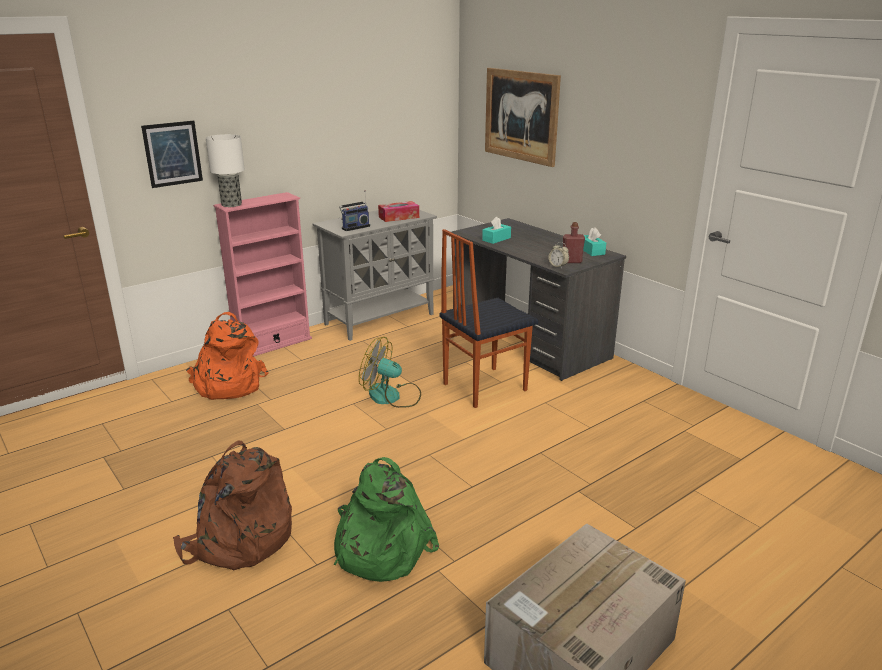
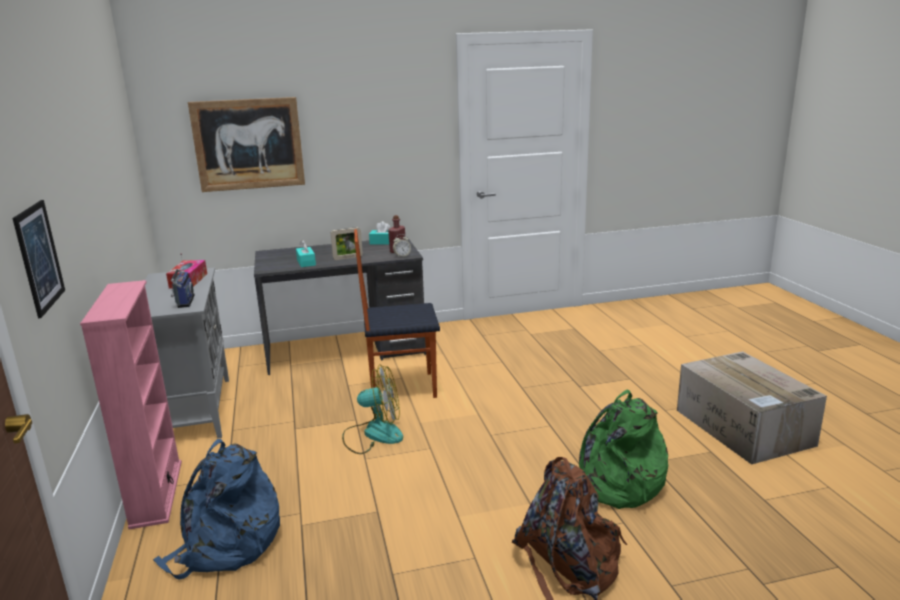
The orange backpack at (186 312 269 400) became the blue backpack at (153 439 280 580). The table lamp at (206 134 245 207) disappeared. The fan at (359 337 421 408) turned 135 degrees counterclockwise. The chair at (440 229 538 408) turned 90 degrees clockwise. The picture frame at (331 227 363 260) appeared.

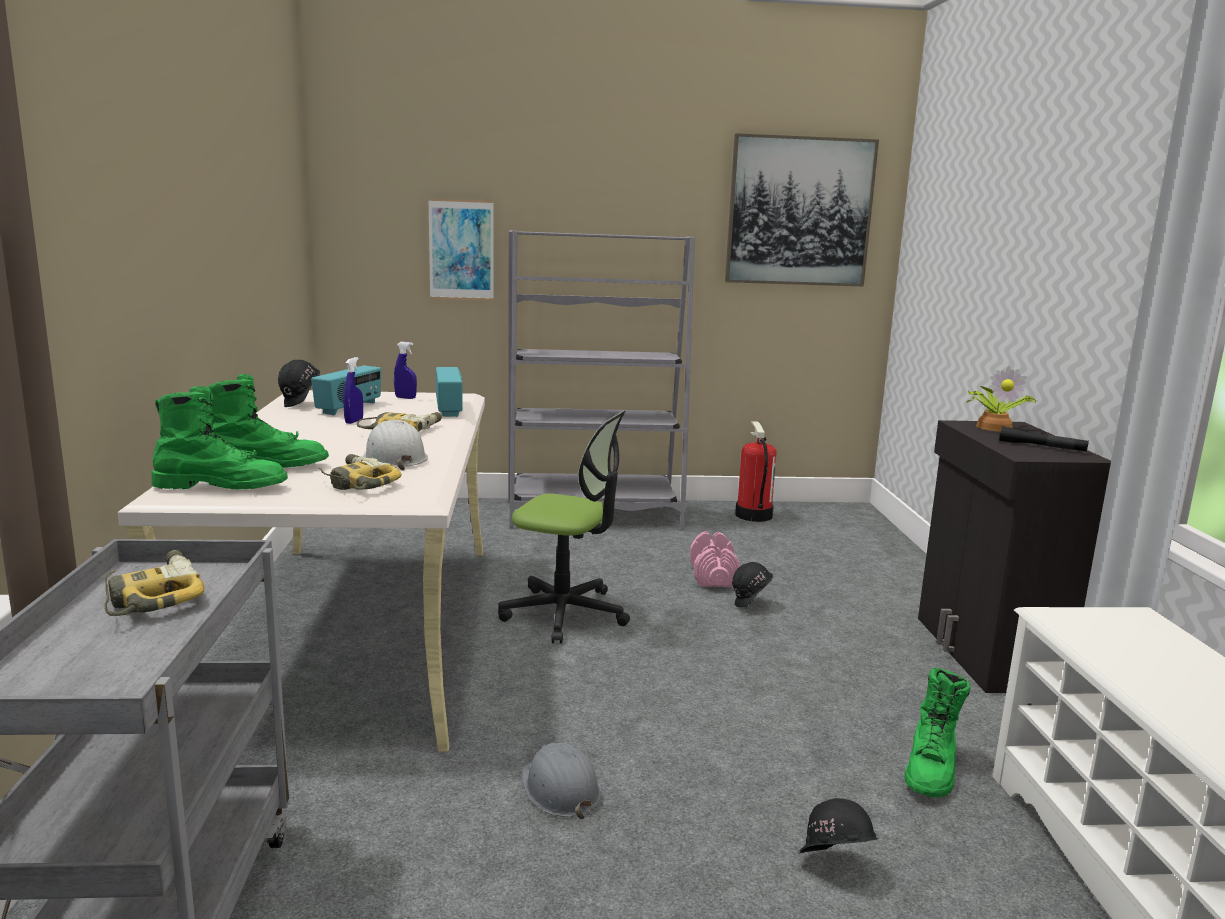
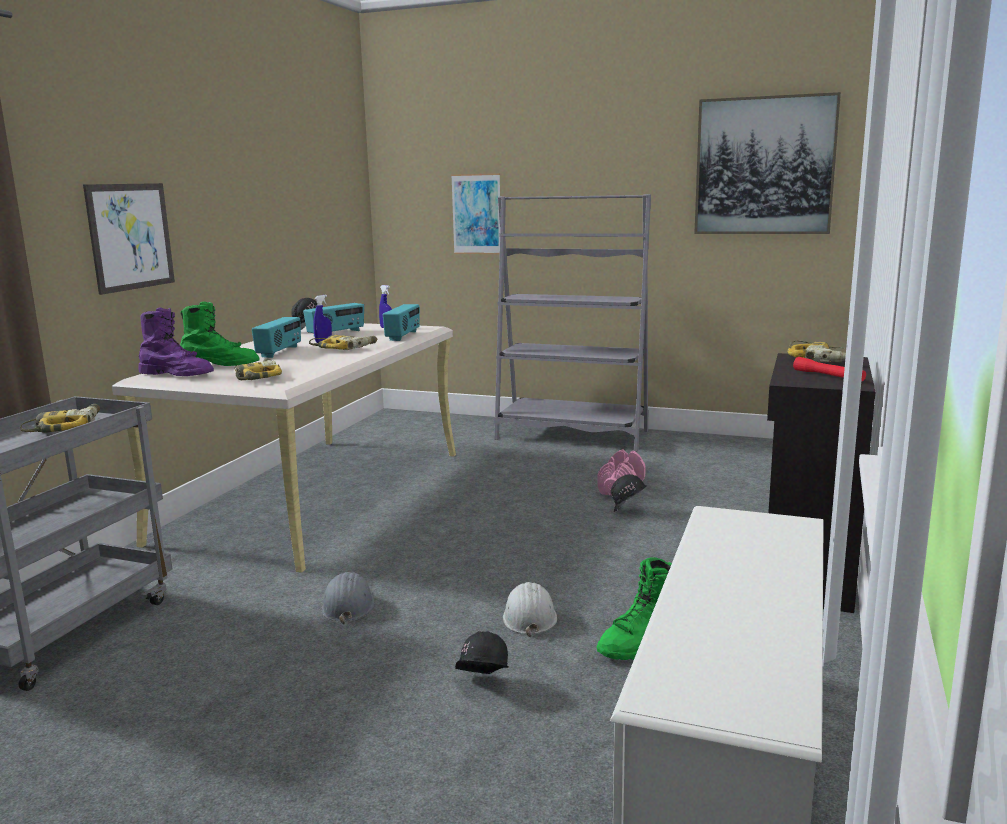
The green boot at (152 386 288 490) became the purple boot at (139 308 214 376). The white hard hat moved from (363 419 428 470) to (503 582 557 637). The office chair at (498 411 630 644) disappeared. The fire extinguisher at (735 421 777 522) disappeared. The potted plant at (967 366 1036 432) was replaced by the power drill at (787 340 846 362). The black flashlight at (999 426 1089 452) became the red flashlight at (793 357 866 381). The picture at (83 183 175 295) appeared. The radio at (252 317 301 358) appeared.

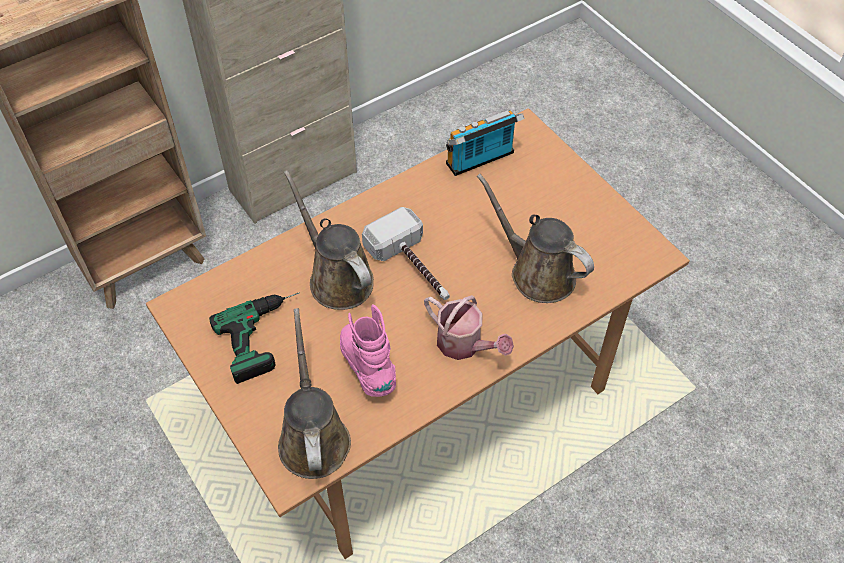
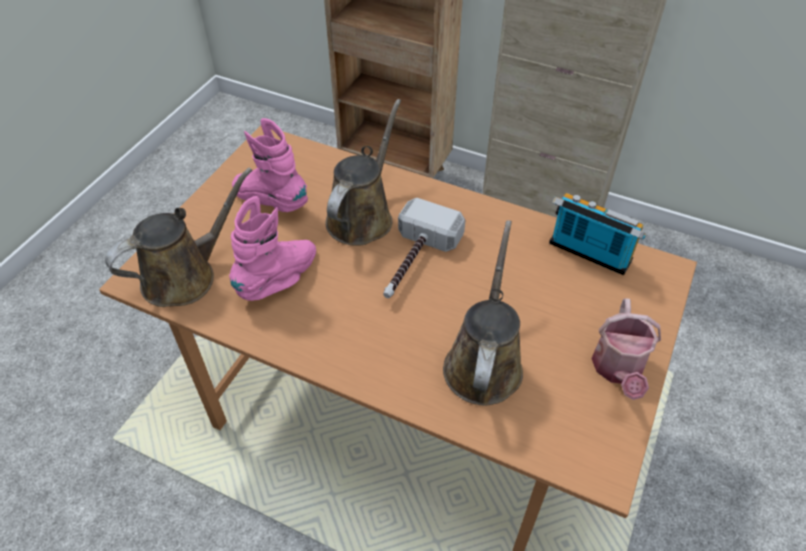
The power drill at (209 292 300 384) was replaced by the pink boot at (232 118 308 212). The watering can moved from (424 295 514 360) to (591 298 661 400).

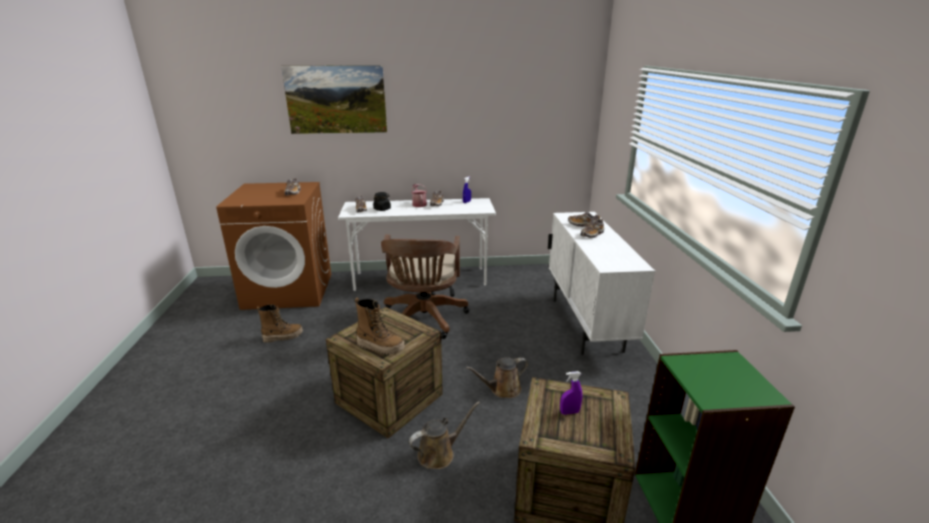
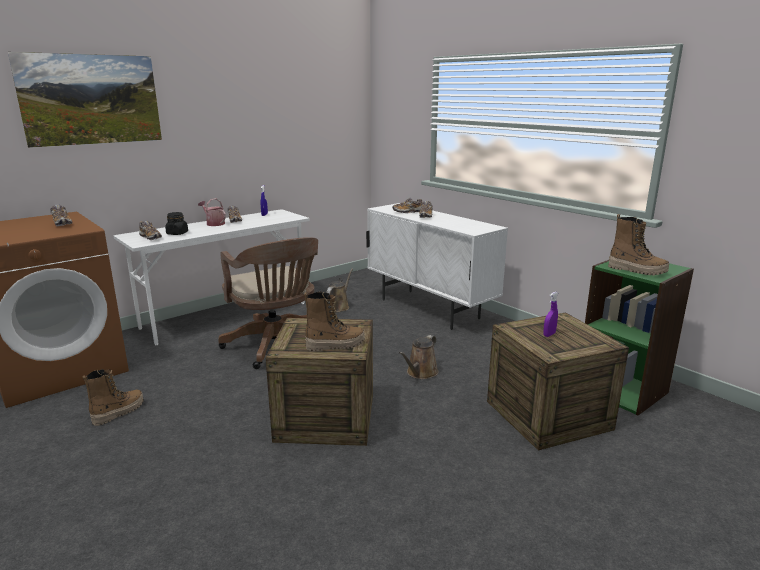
The brown watering can moved from (409 401 480 469) to (326 268 353 312). The boot at (608 214 669 275) appeared.

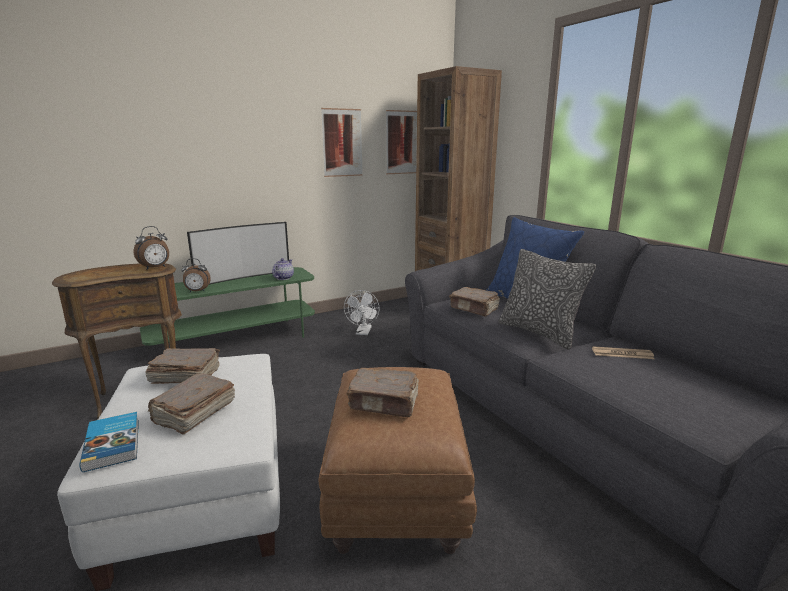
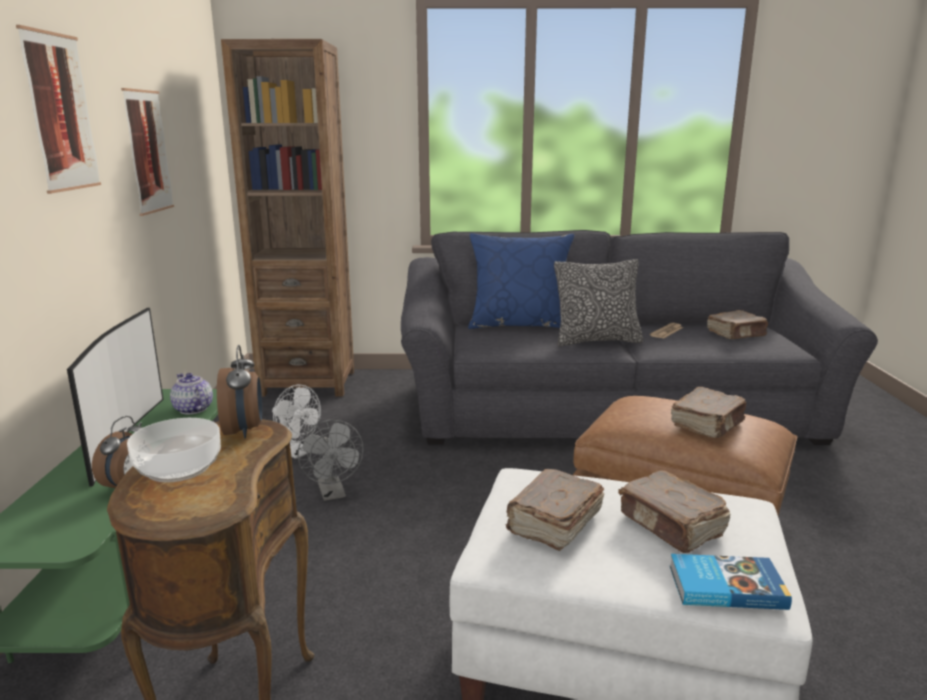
The picture moved from (386 110 417 174) to (16 25 101 194). The brown book moved from (449 287 500 317) to (707 310 768 339). The bowl at (127 418 221 482) appeared. The grey fan at (298 420 364 501) appeared.

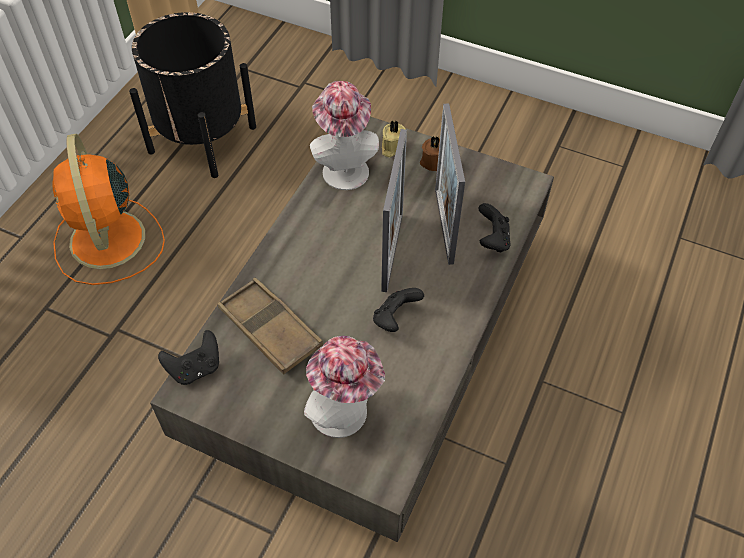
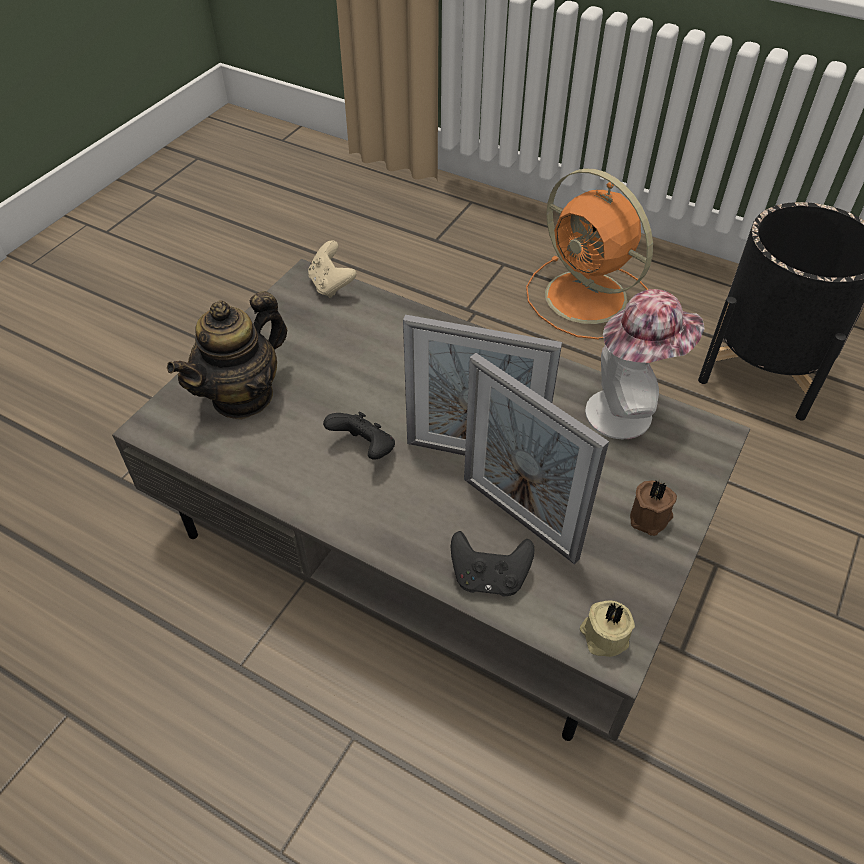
The orange fan at (52 134 165 285) turned 120 degrees counterclockwise. The black game controller at (158 330 219 385) became the beige game controller at (308 240 357 298). The brown tray at (218 278 323 374) disappeared. The hat at (304 336 385 438) was replaced by the teapot at (167 291 287 420). The beige candle moved from (382 120 406 157) to (580 600 635 657). The picture frame at (435 103 465 265) turned 135 degrees counterclockwise.

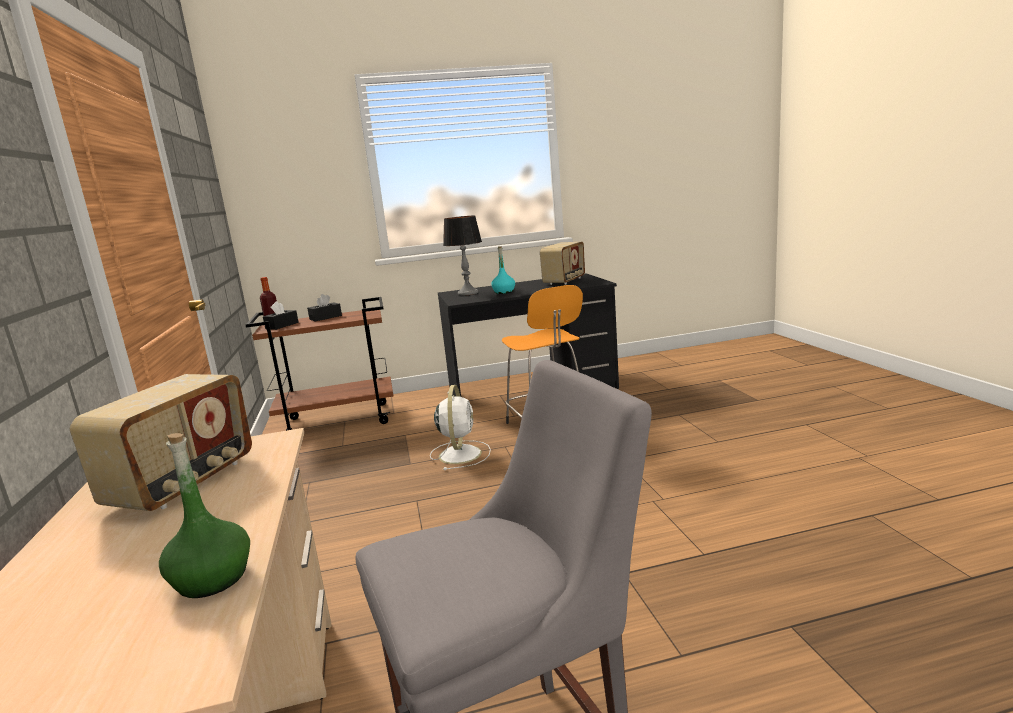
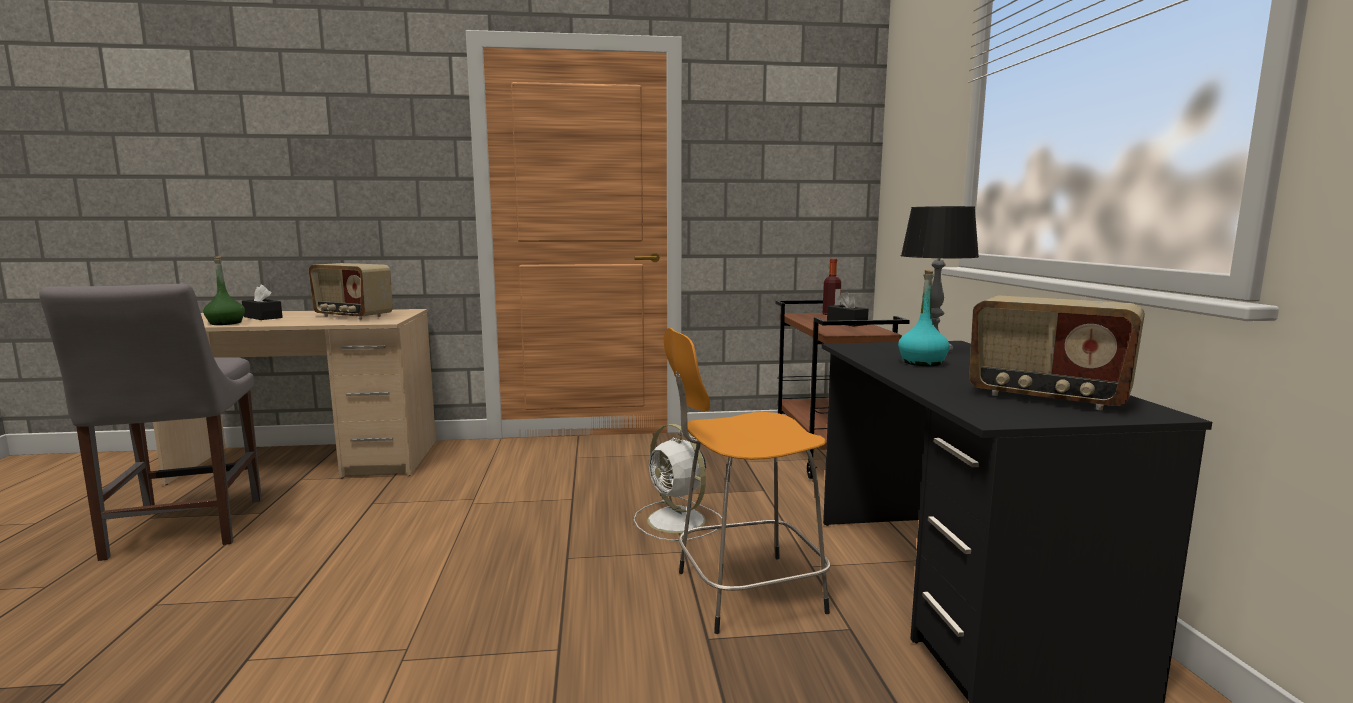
The black tissue box moved from (263 301 299 330) to (242 285 283 320). The white fan at (430 385 491 470) turned 45 degrees clockwise.

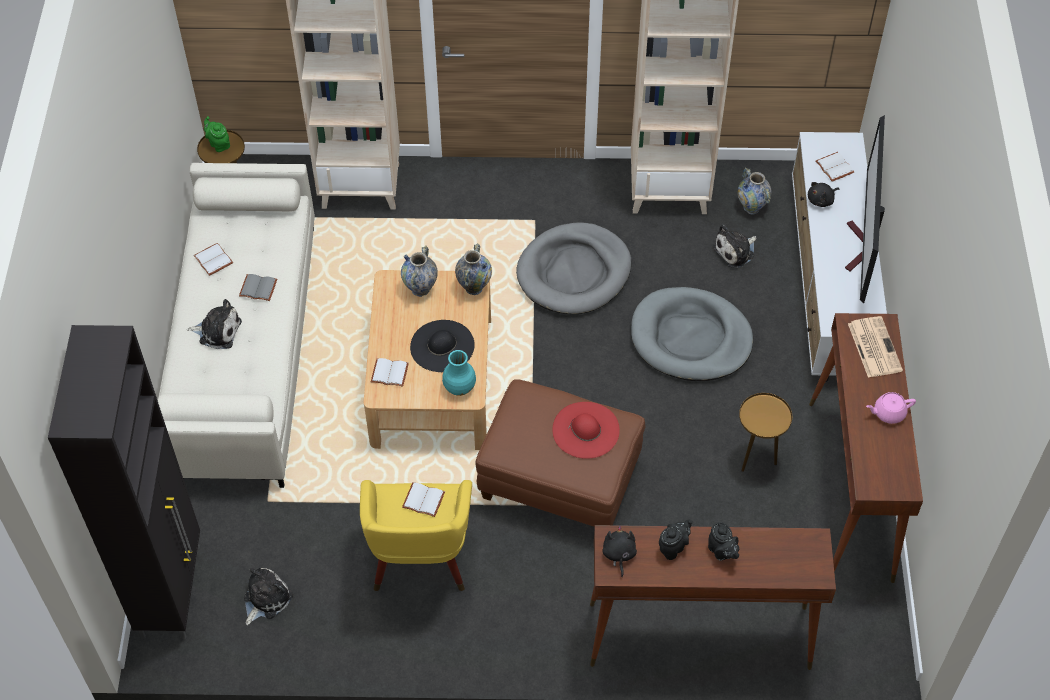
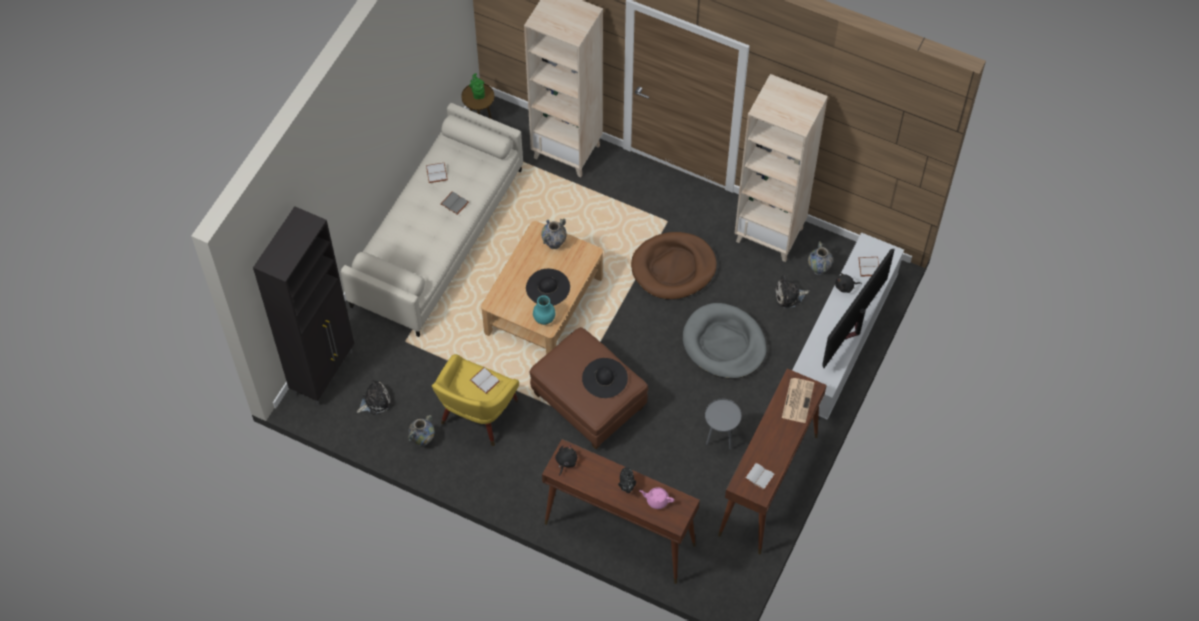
The plush toy at (187 299 242 349) disappeared. The white book moved from (371 358 409 387) to (744 462 776 491). The vase moved from (455 243 492 295) to (408 415 434 446). The grey dog bed at (516 222 631 314) became the brown dog bed at (631 232 717 300). The red hat at (552 402 620 459) became the black hat at (582 358 628 398). The black teapot at (659 519 693 560) disappeared. The brown side table at (739 393 792 472) became the grey side table at (705 399 741 450). The pink teapot moved from (866 392 916 424) to (639 487 674 509).

